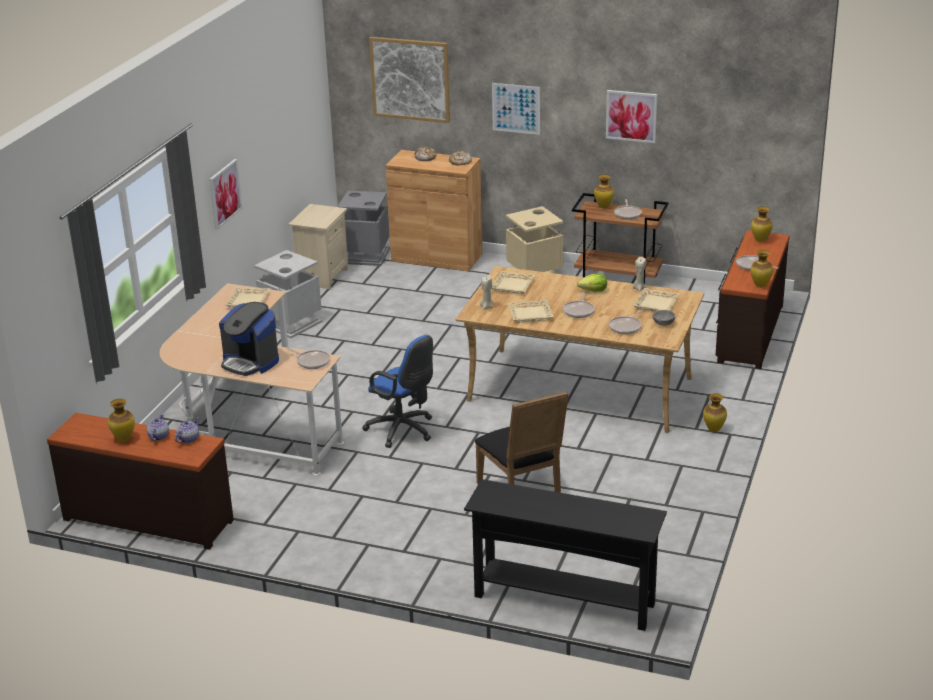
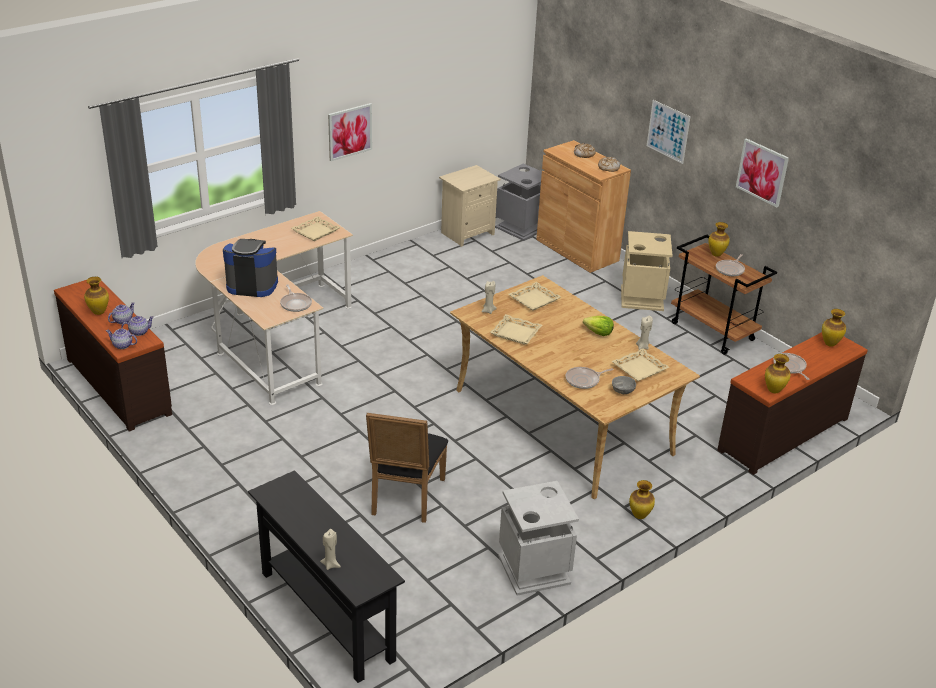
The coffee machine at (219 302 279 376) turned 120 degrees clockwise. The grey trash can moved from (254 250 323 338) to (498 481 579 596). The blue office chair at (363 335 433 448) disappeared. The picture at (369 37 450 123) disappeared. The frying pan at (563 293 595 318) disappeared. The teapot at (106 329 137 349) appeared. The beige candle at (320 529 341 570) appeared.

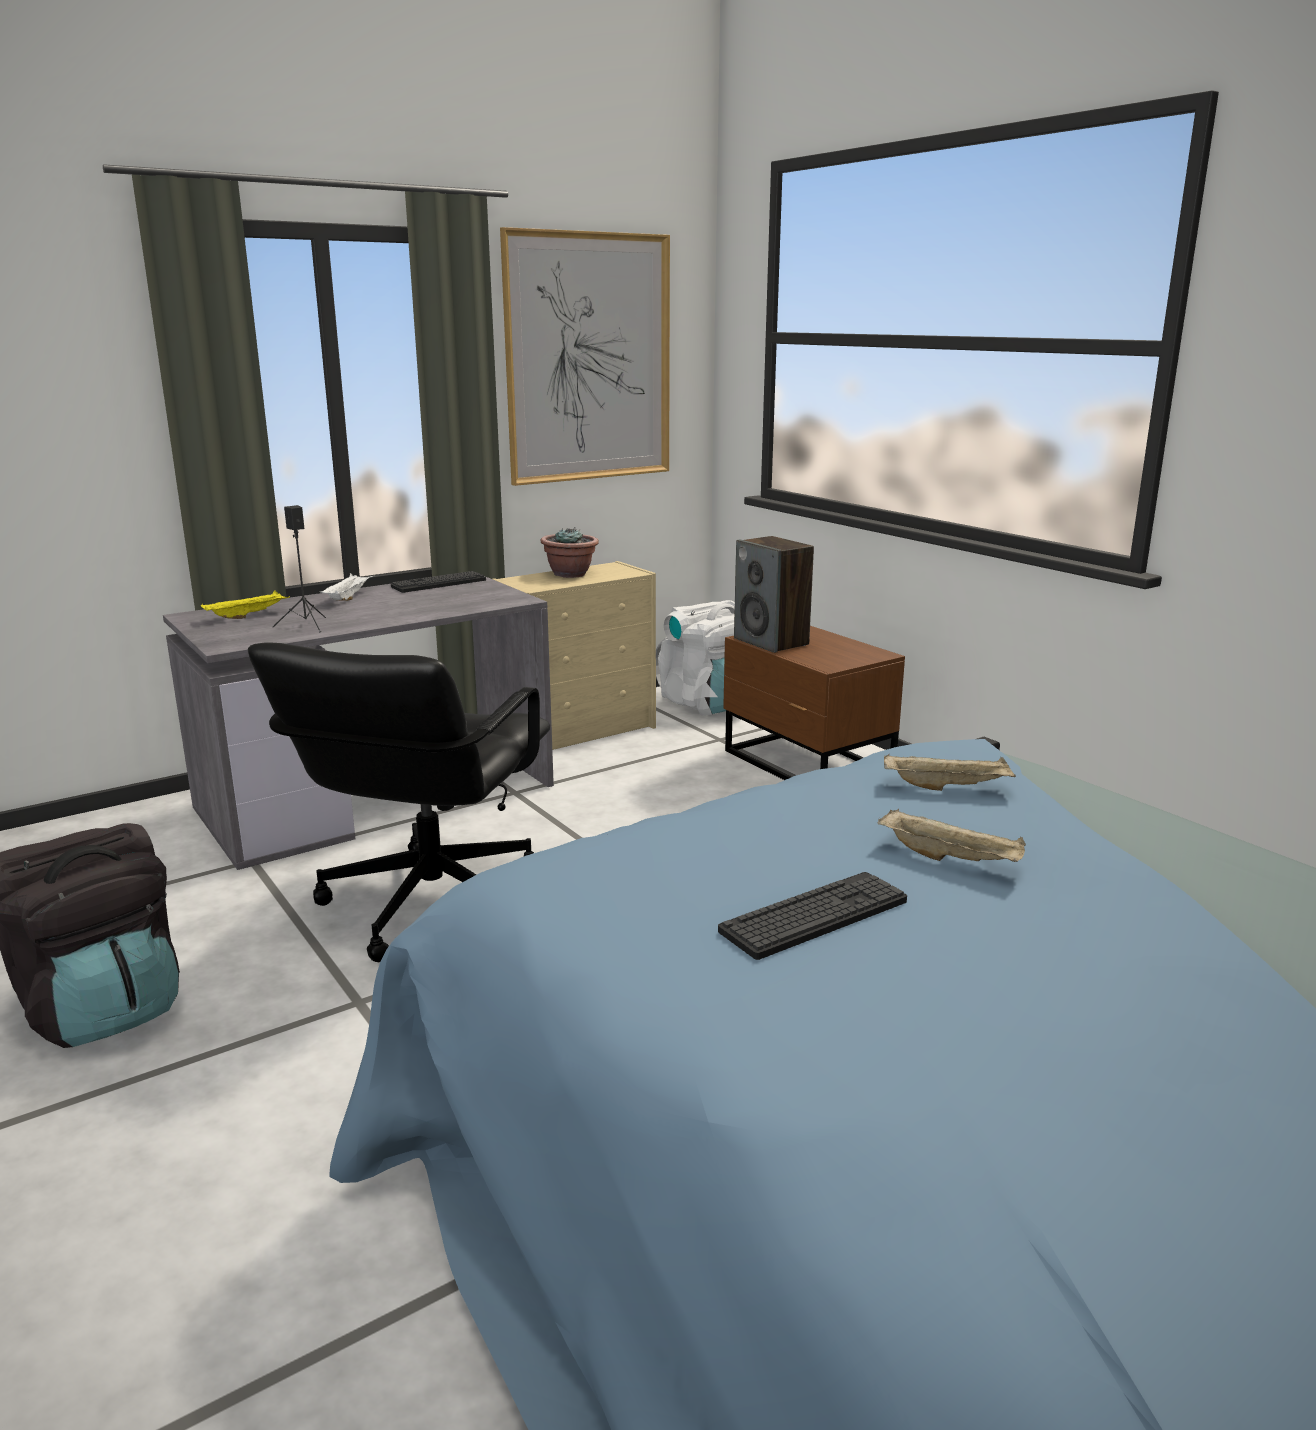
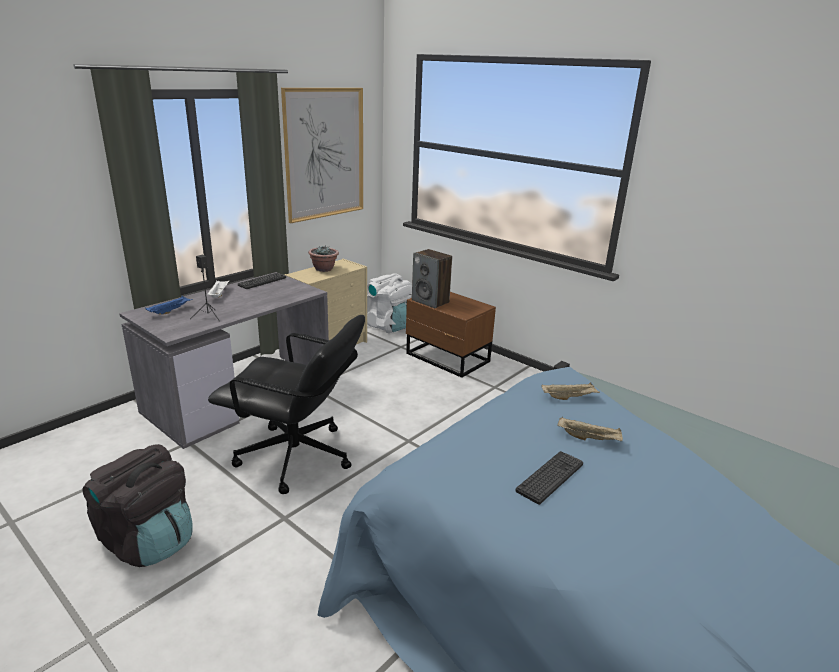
The yellow tray at (201 591 290 619) became the blue tray at (145 296 193 315). The black office chair at (248 642 550 962) turned 75 degrees counterclockwise.

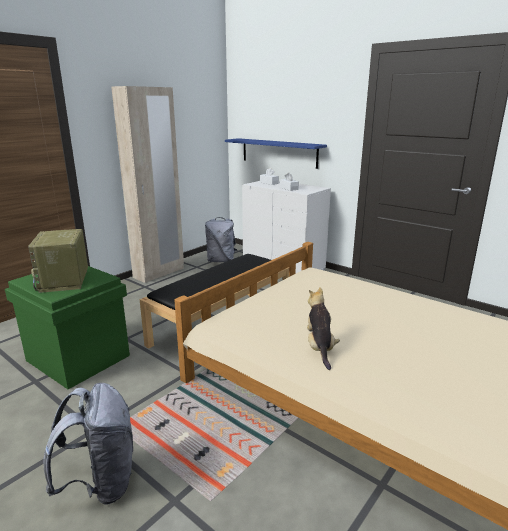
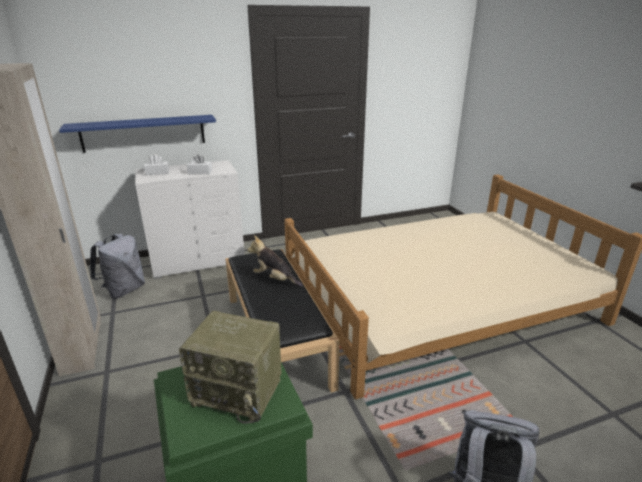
The plush toy moved from (307 287 340 370) to (247 236 303 287).

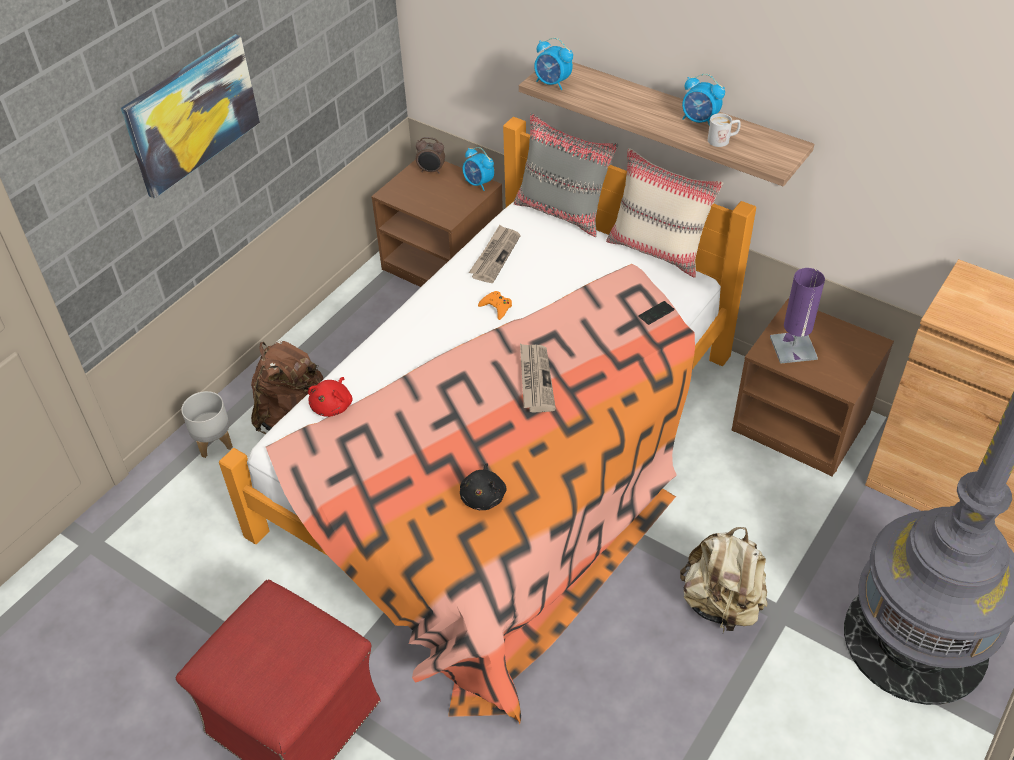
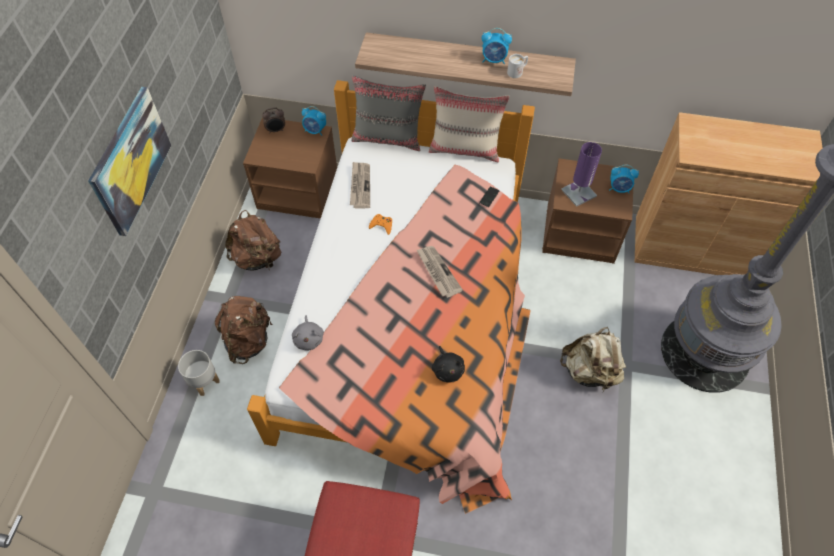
The red plush toy at (308 377 352 417) became the grey plush toy at (292 315 324 351). The alarm clock moved from (534 38 573 90) to (609 165 639 193). The brown backpack at (225 210 281 270) appeared.

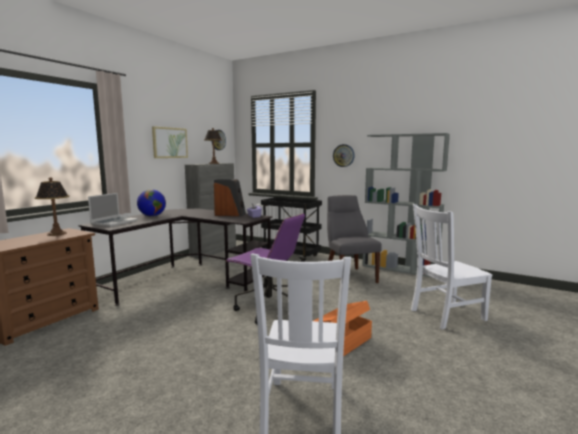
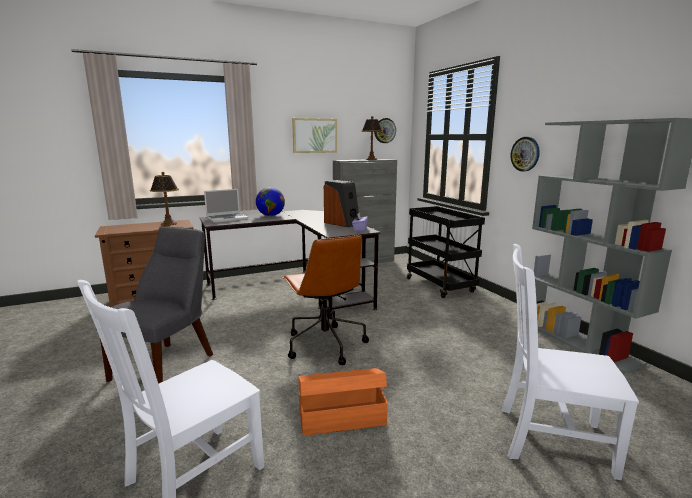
The purple office chair at (225 213 305 324) became the brown office chair at (283 235 369 365). The grey chair moved from (327 195 382 283) to (96 227 213 384).

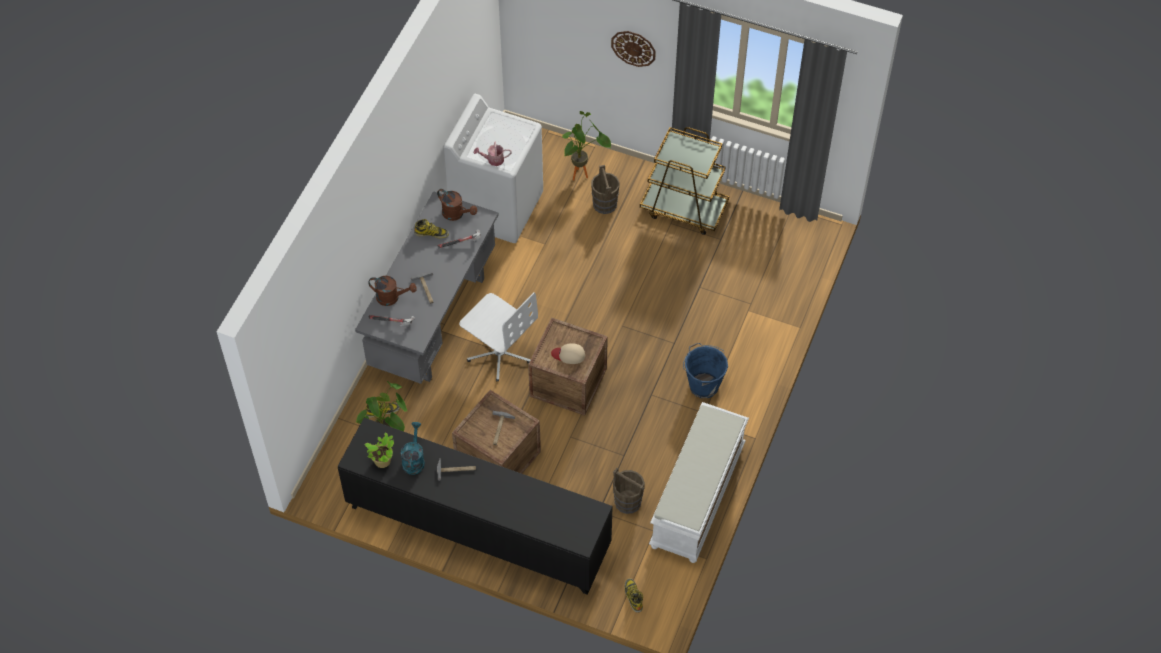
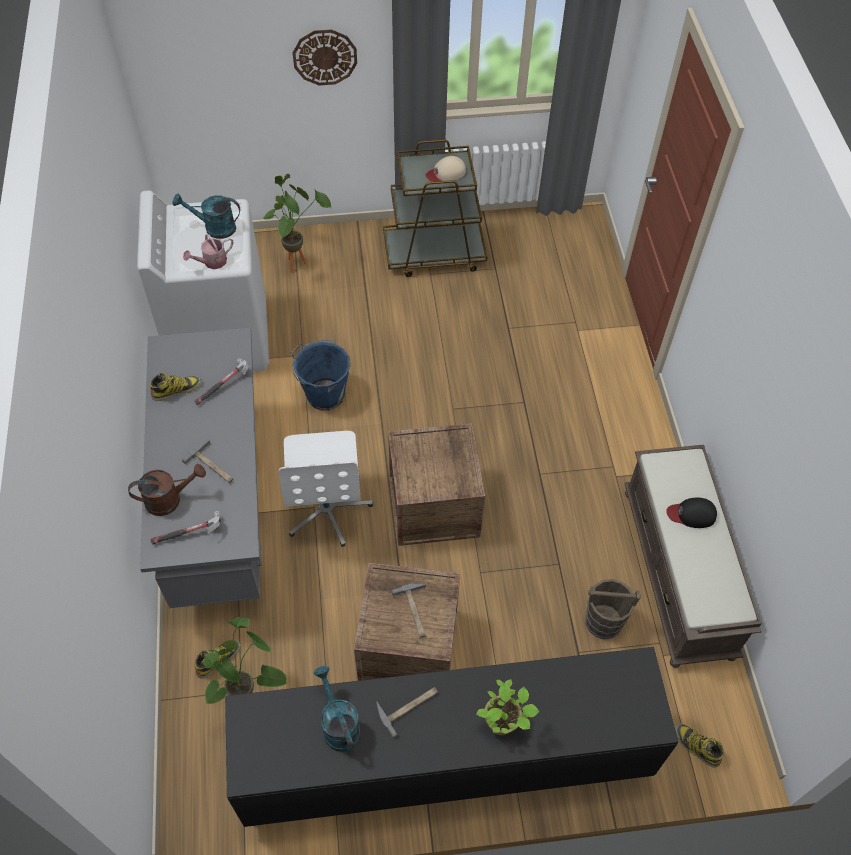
The potted plant moved from (365 433 394 468) to (476 679 539 735). The brown watering can at (437 189 477 221) disappeared. The white office chair at (459 292 538 382) turned 75 degrees clockwise. The beige cap moved from (551 343 585 364) to (426 156 466 182). The brown bucket at (591 165 619 214) disappeared. The white bench at (649 402 749 563) became the brown bench at (625 445 762 668). The blue bucket moved from (683 343 728 398) to (291 339 350 410). The turquoise watering can at (172 193 240 239) appeared. The black cap at (666 498 717 528) appeared.

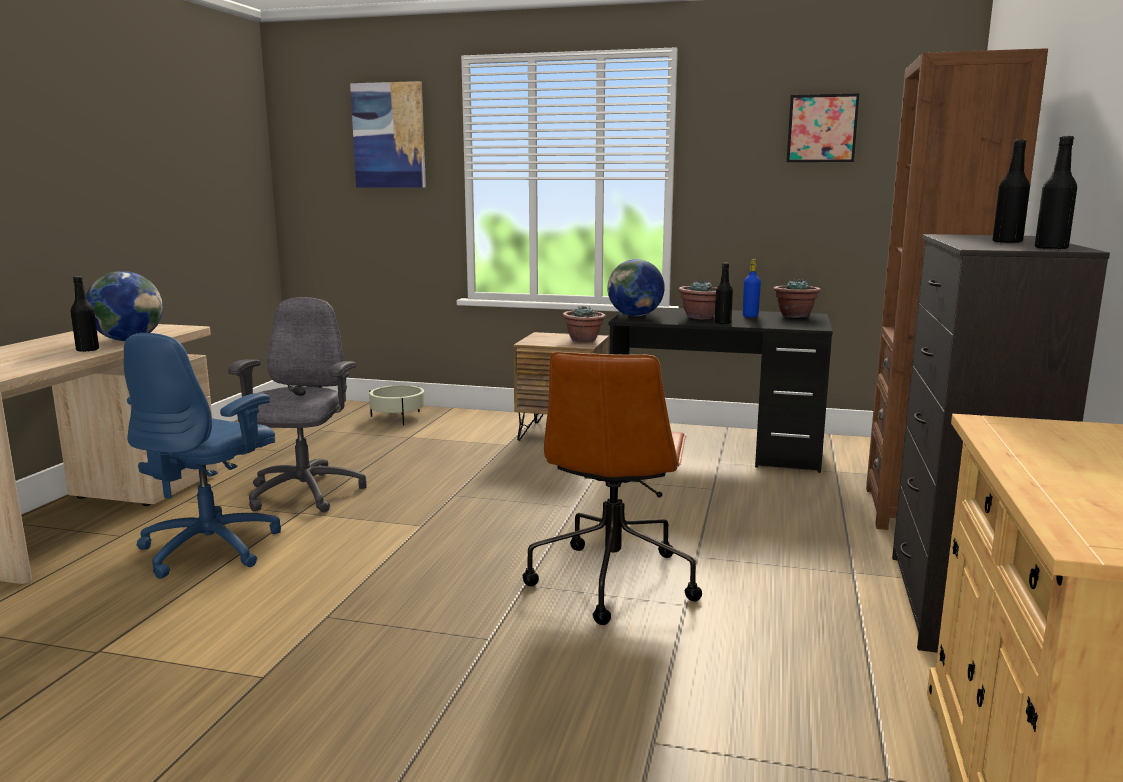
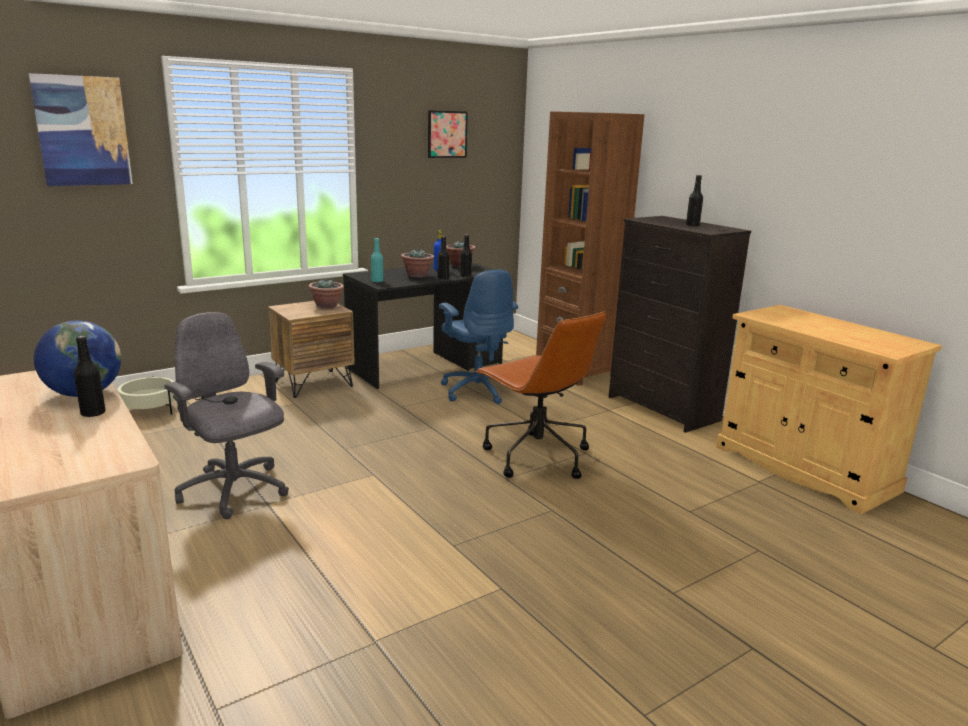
The blue office chair moved from (124 333 281 579) to (439 270 518 404). The globe at (607 259 665 316) was replaced by the turquoise bottle at (371 238 383 282). The black bottle moved from (1035 136 1077 249) to (460 234 472 277).

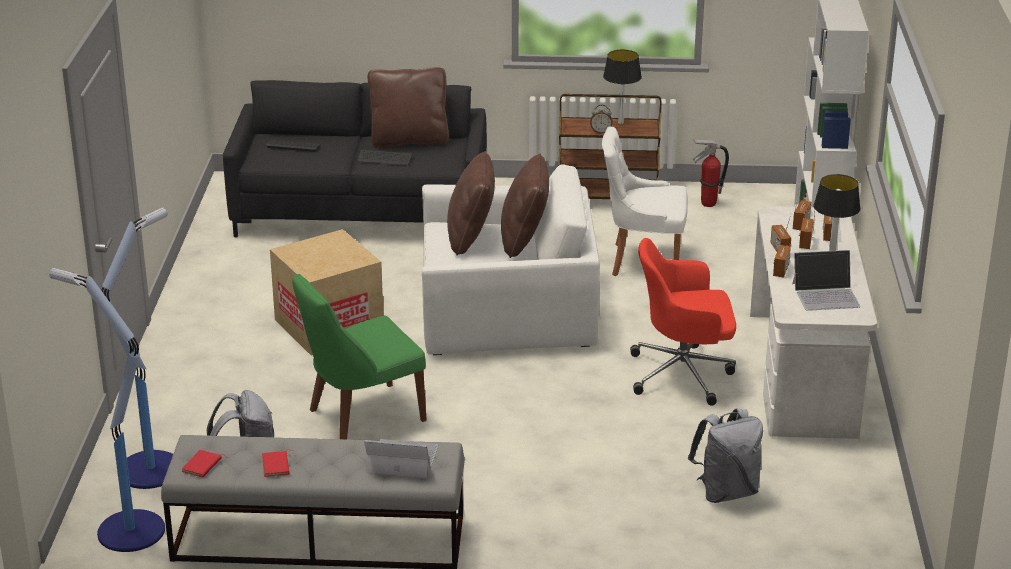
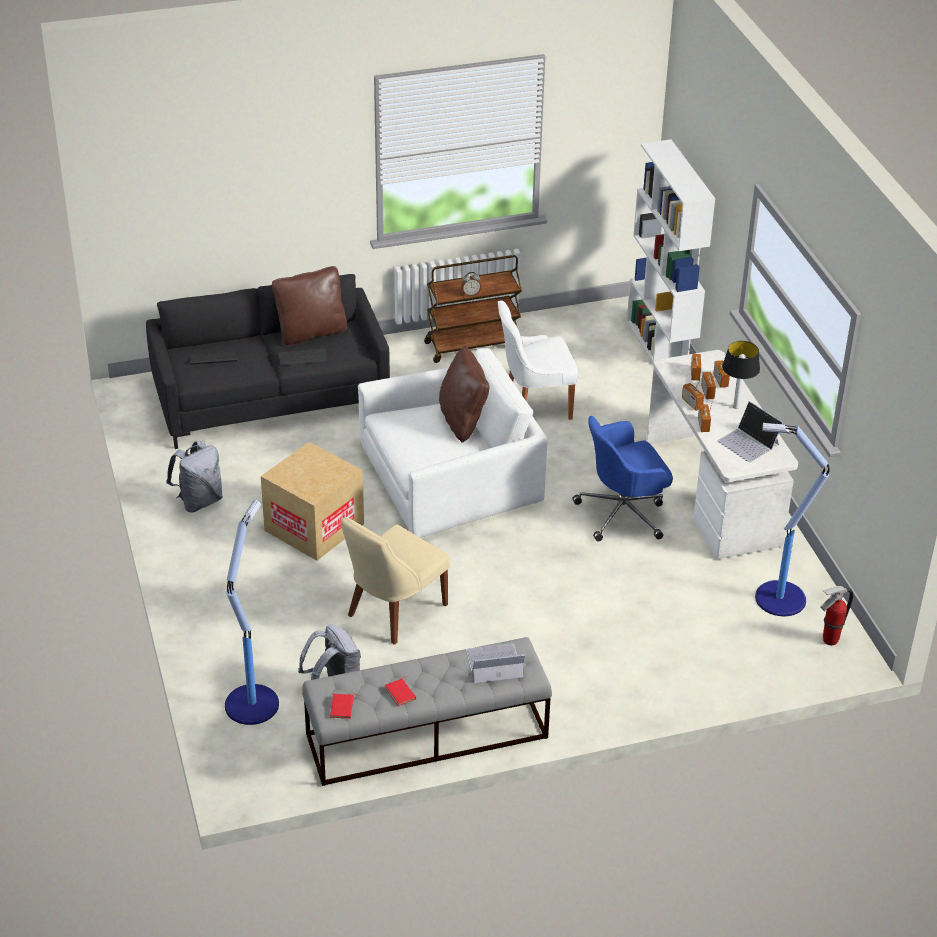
The floor lamp moved from (50 268 165 552) to (755 423 830 616). The green chair at (292 274 427 439) became the beige chair at (341 517 450 645). The brown pillow at (447 151 495 256) disappeared. The table lamp at (603 50 642 124) disappeared. The red office chair at (630 238 736 406) became the blue office chair at (572 416 673 542). The grey backpack moved from (688 408 763 503) to (166 441 223 512). The fire extinguisher moved from (693 140 729 207) to (820 586 853 645). The laptop at (792 250 860 311) turned 75 degrees clockwise.

